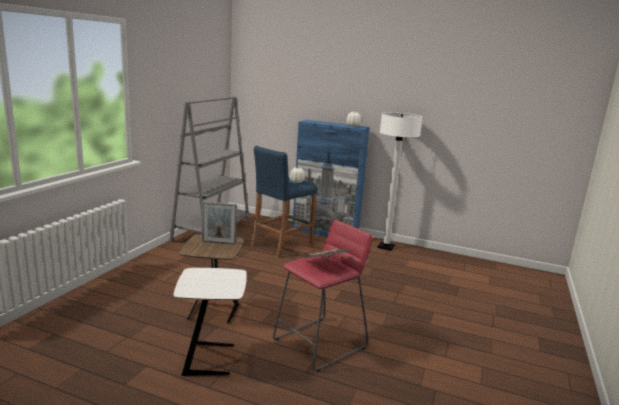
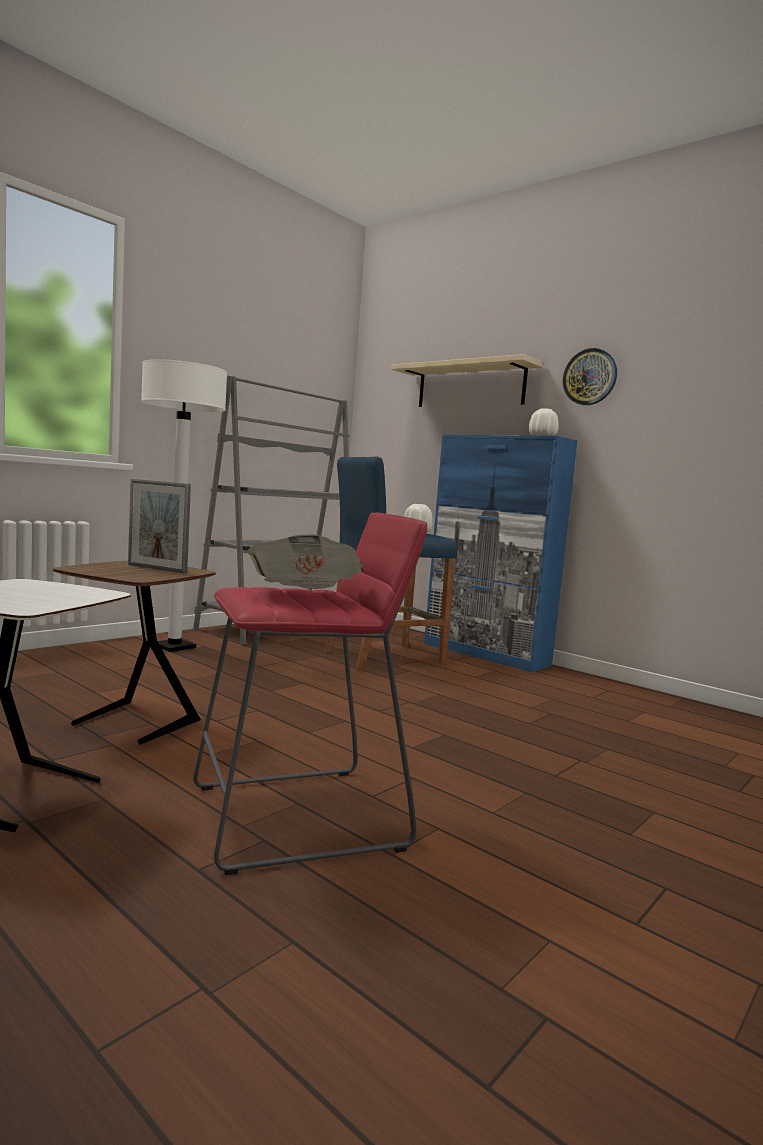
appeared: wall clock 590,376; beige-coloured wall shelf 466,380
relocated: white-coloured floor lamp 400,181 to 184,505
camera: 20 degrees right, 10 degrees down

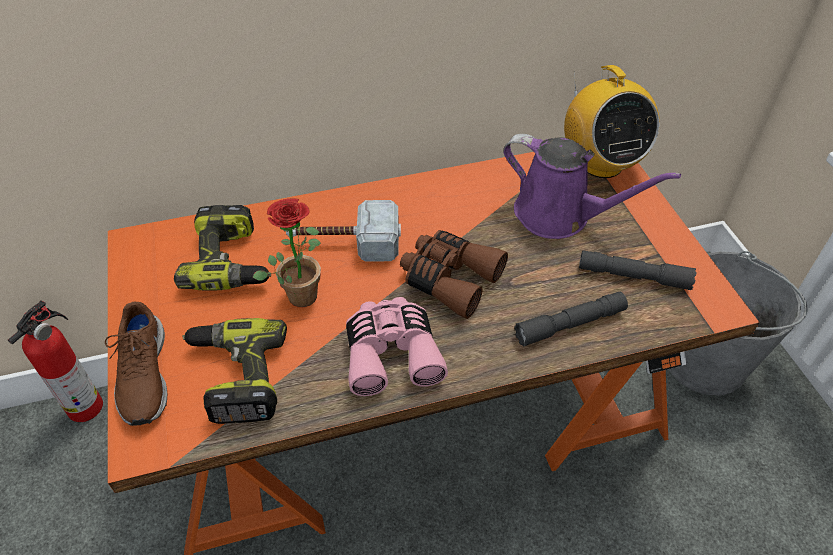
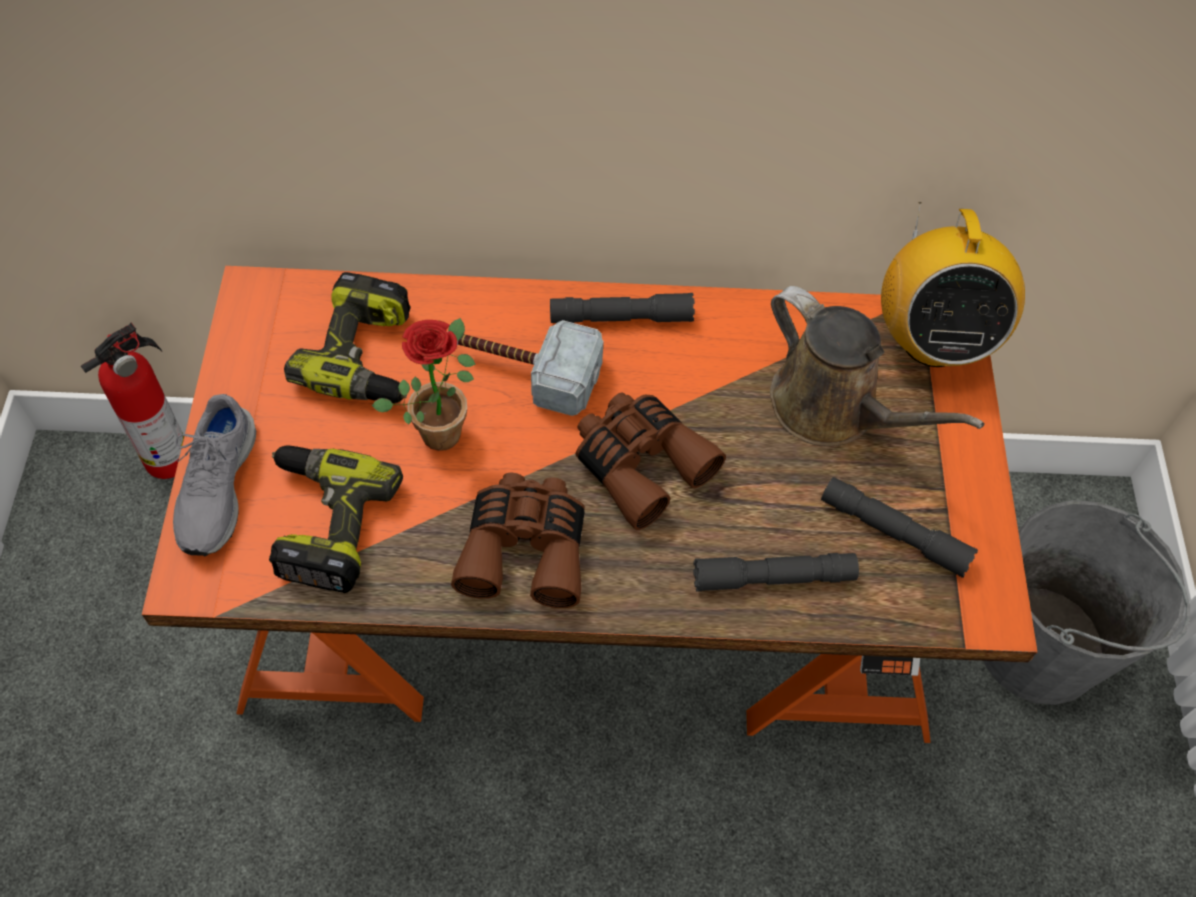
appeared: greyish torch 622,308
colour: purple-coloured watering can 592,186 to brown-coloured watering can 877,366; pinkish pair of binoculars 397,346 to brown-coloured pair of binoculars 518,540; brown-coloured low shoe 136,363 to greyish low shoe 214,475
camera: 15 degrees right, 10 degrees up

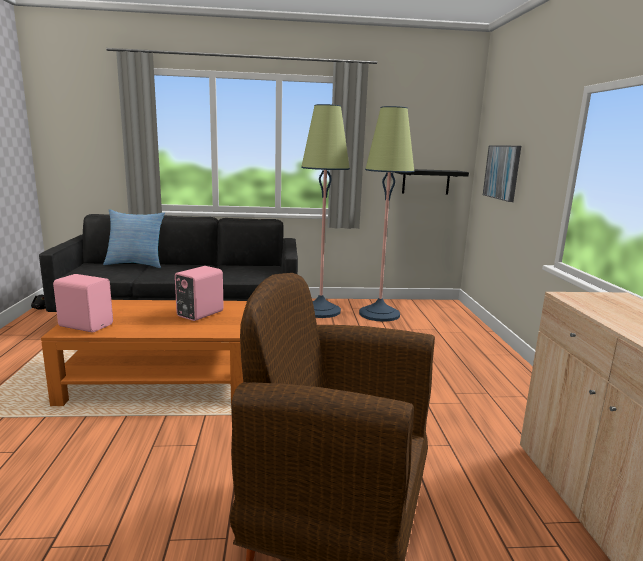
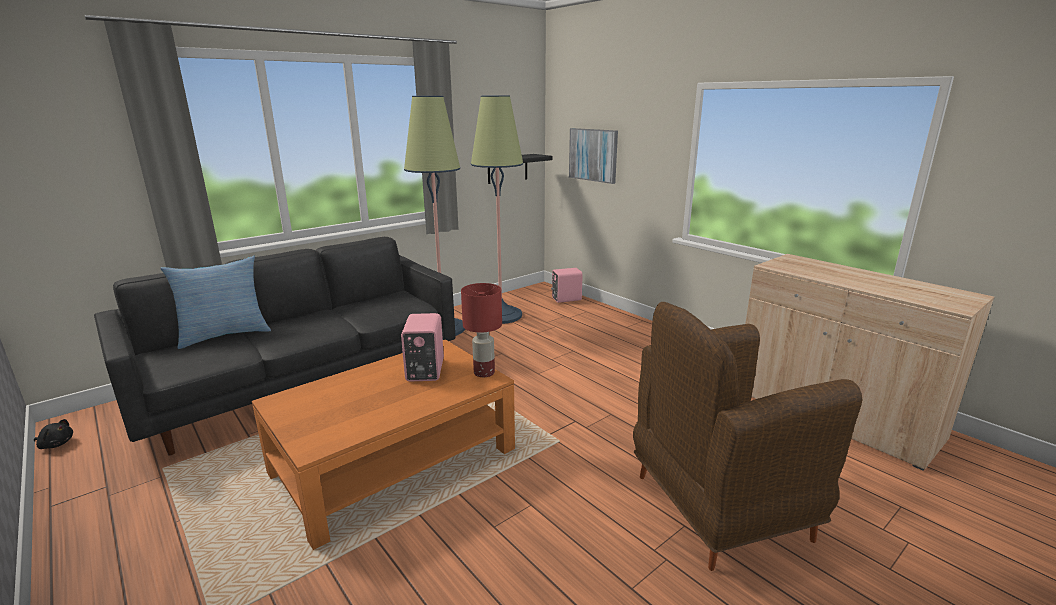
appeared: reddish table lamp 481,330
relocated: pinkish loudspeaker 83,303 to 567,285
camera: 35 degrees left, 5 degrees up

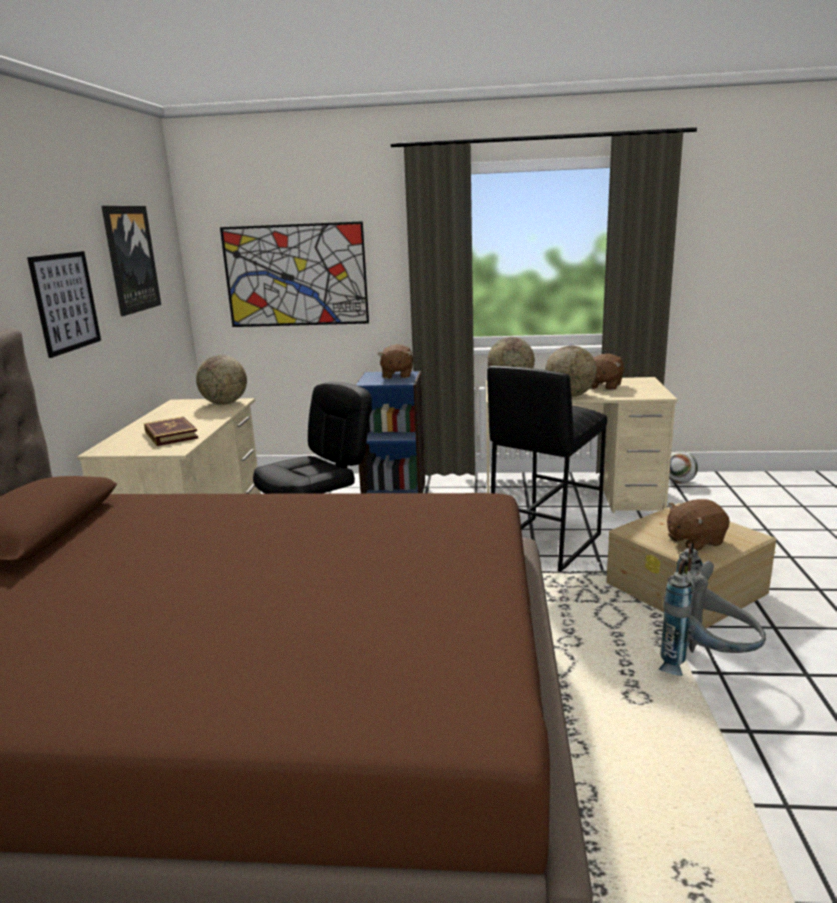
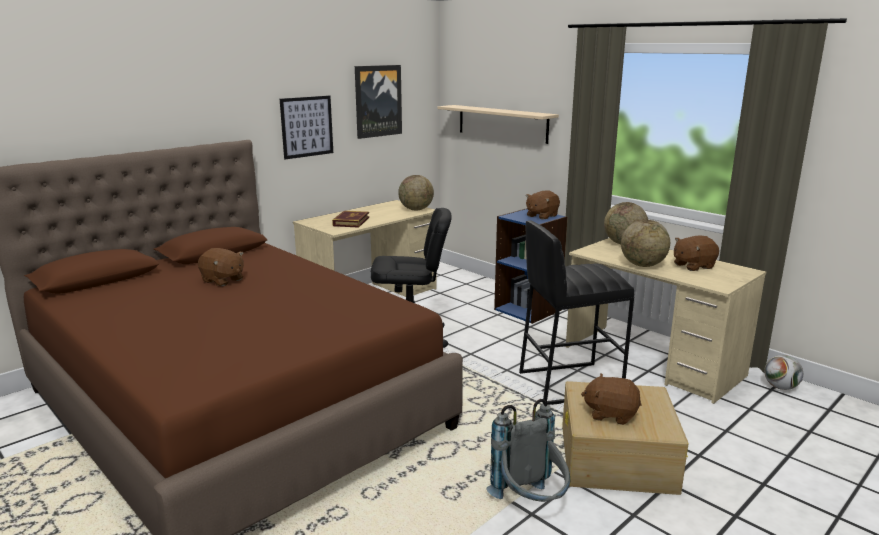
appeared: brown-coloured cuddly toy 221,267
exchanged: picture 294,274 to beige-coloured wall shelf 498,124
camera: 40 degrees right, 0 degrees up

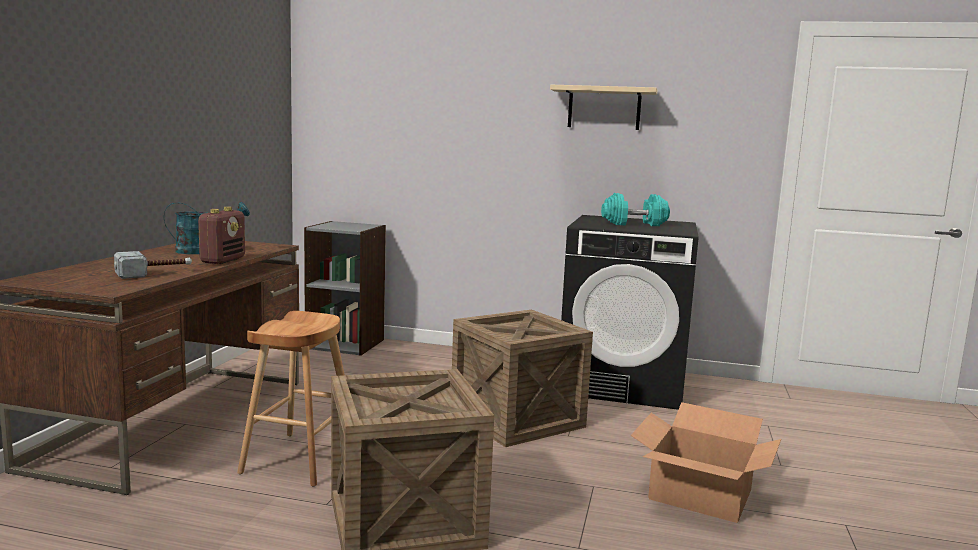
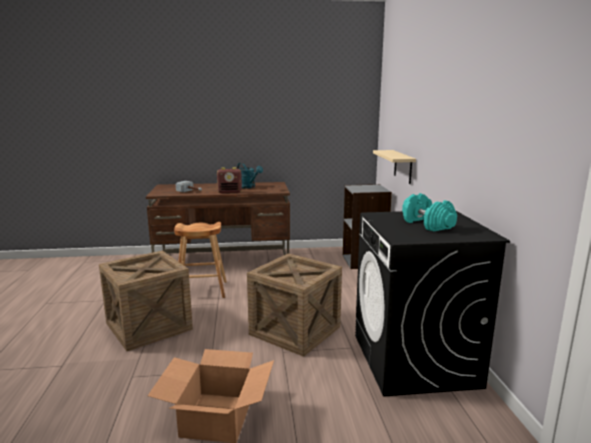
relocated: beige-coloured wall shelf 603,107 to 394,167
camera: 70 degrees right, 5 degrees up

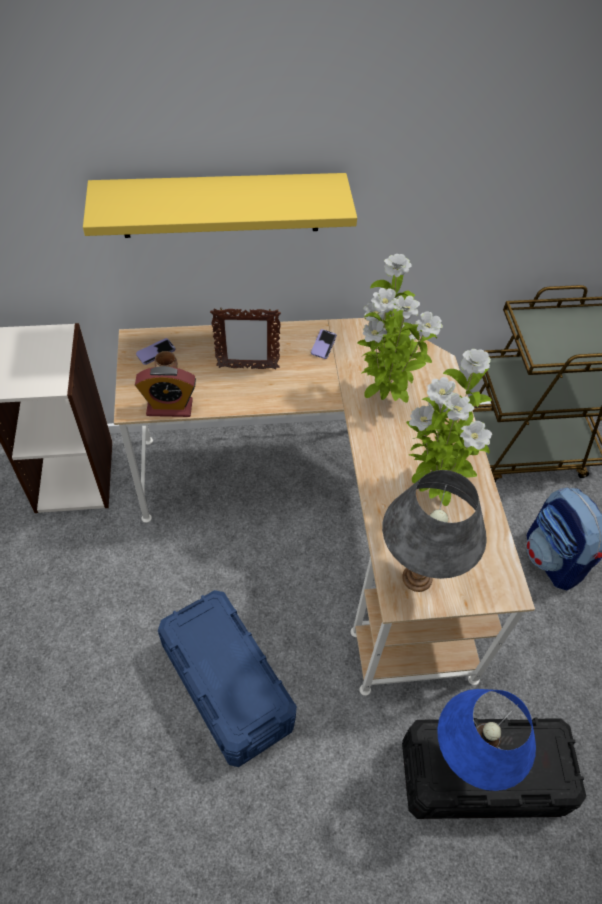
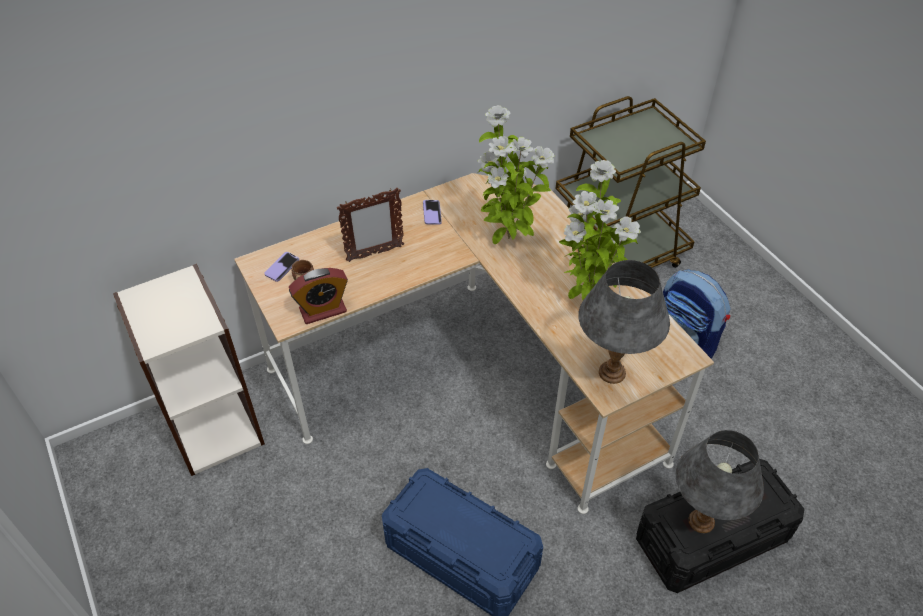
missing: yellowish wall shelf 220,205
colour: bluish table lamp 486,740 to greyish table lamp 720,481
camera: 20 degrees left, 5 degrees down

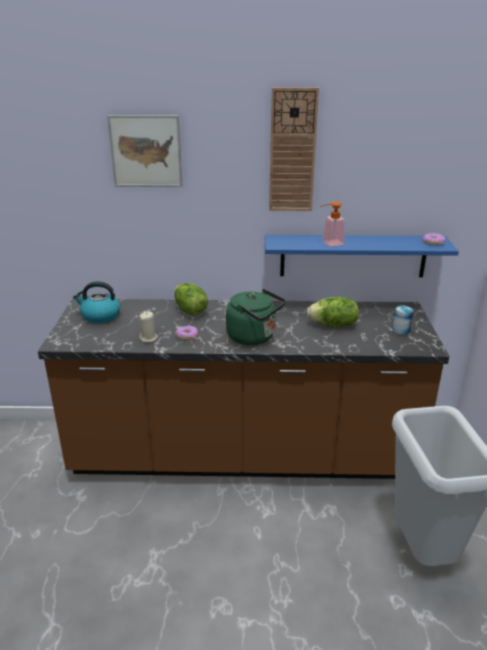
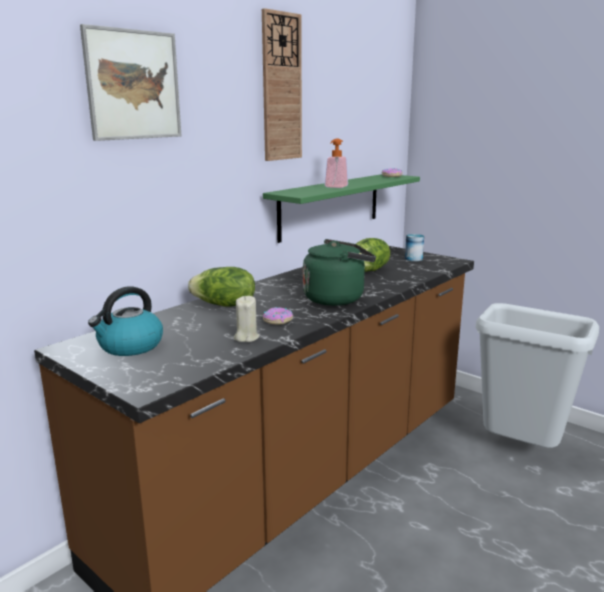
colour: bluish wall shelf 362,256 to green-coloured wall shelf 341,208
camera: 50 degrees left, 10 degrees down

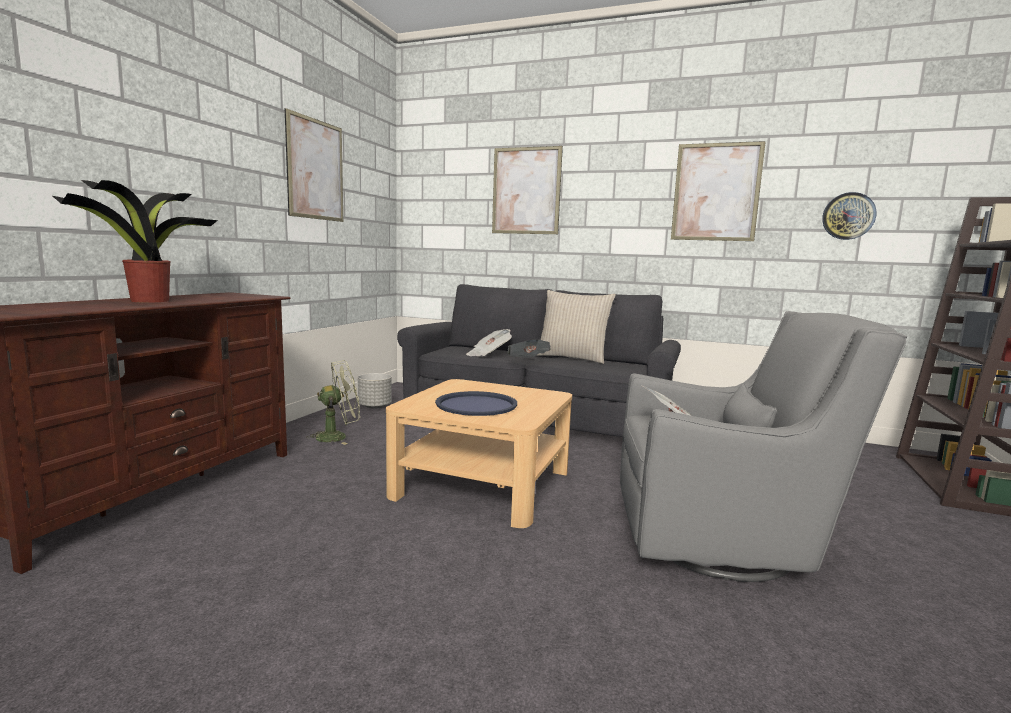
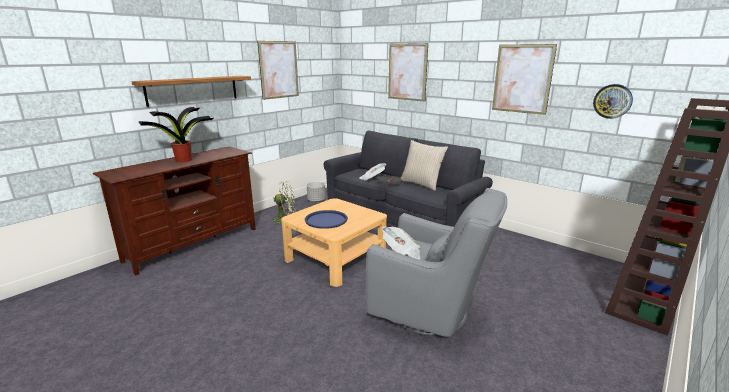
appeared: wall shelf 191,91
camera: 20 degrees right, 10 degrees up

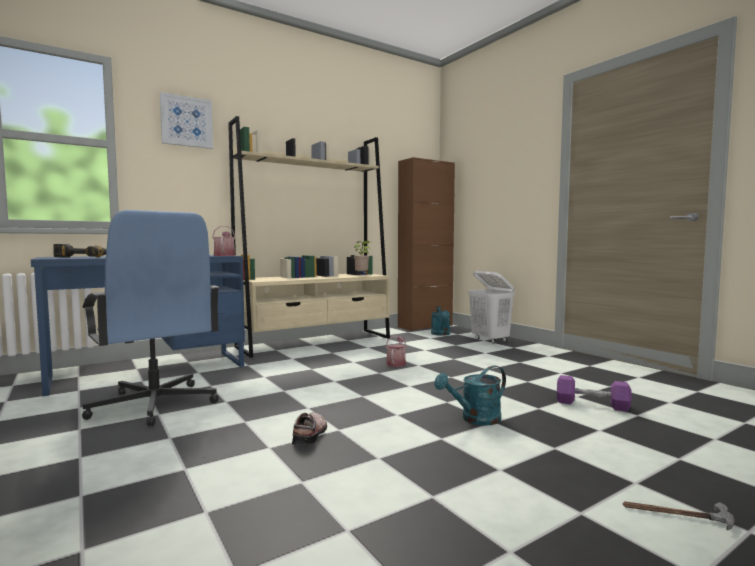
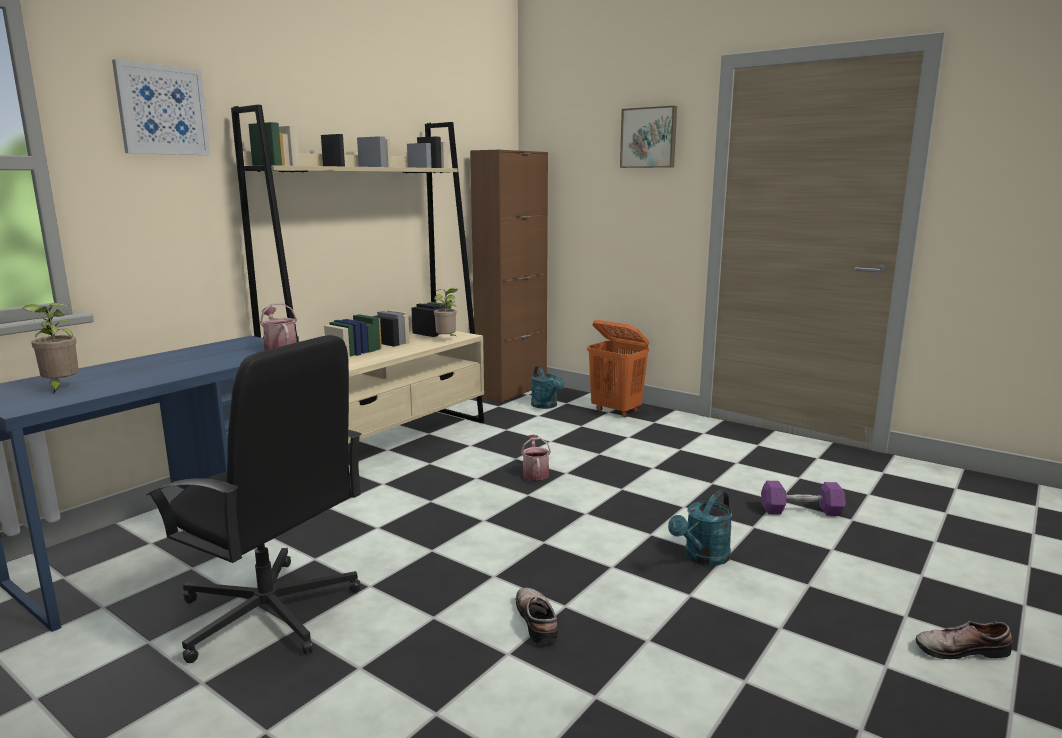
appeared: picture 648,137
exchanged: power drill 80,250 to plant in a pot 50,348; hammer 679,515 to low shoe 963,640
colour: bluish desk chair 151,318 to black desk chair 253,499; white-coloured hamper 491,307 to orangey hamper 618,369
camera: 20 degrees left, 10 degrees up

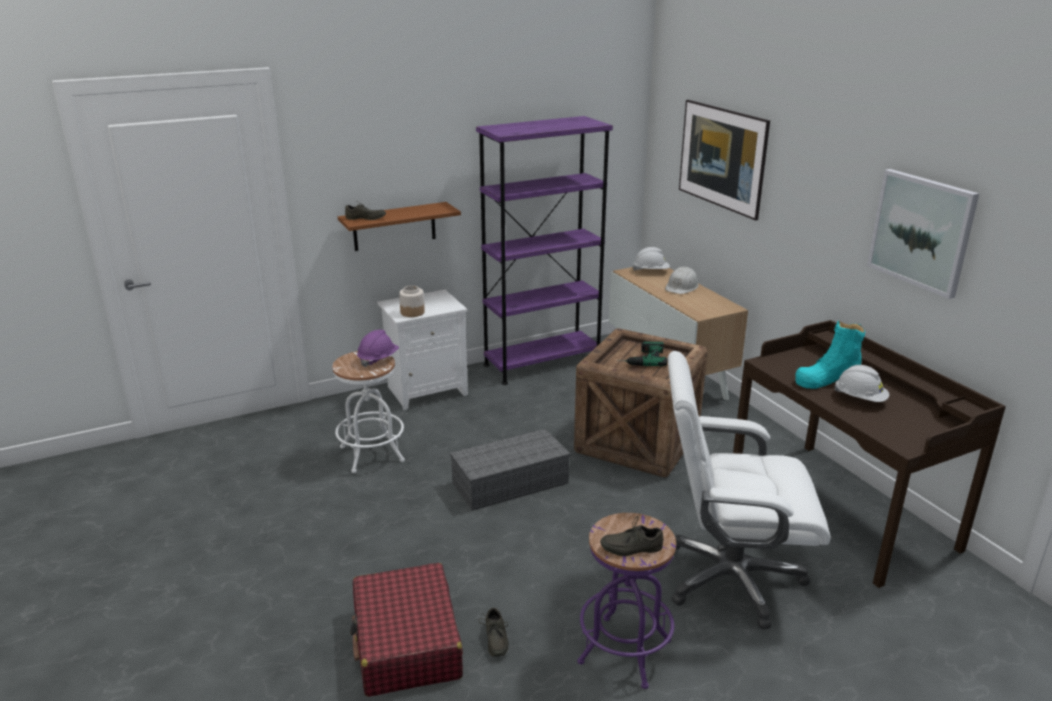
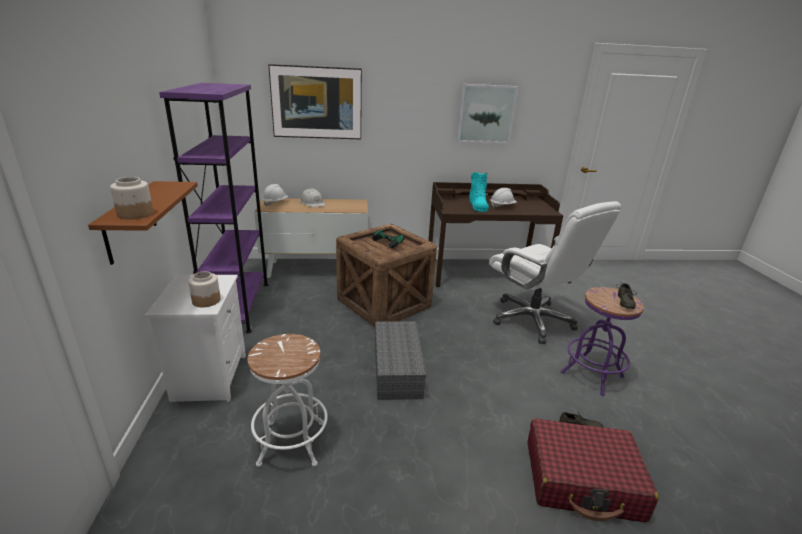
missing: purple-coloured work helmet 378,348
exchanged: greyish low shoe 365,211 to storage jar 132,198
spun: white-coloured desk chair 749,490 = 555,272 60 degrees counterclockwise
camera: 70 degrees left, 0 degrees up

